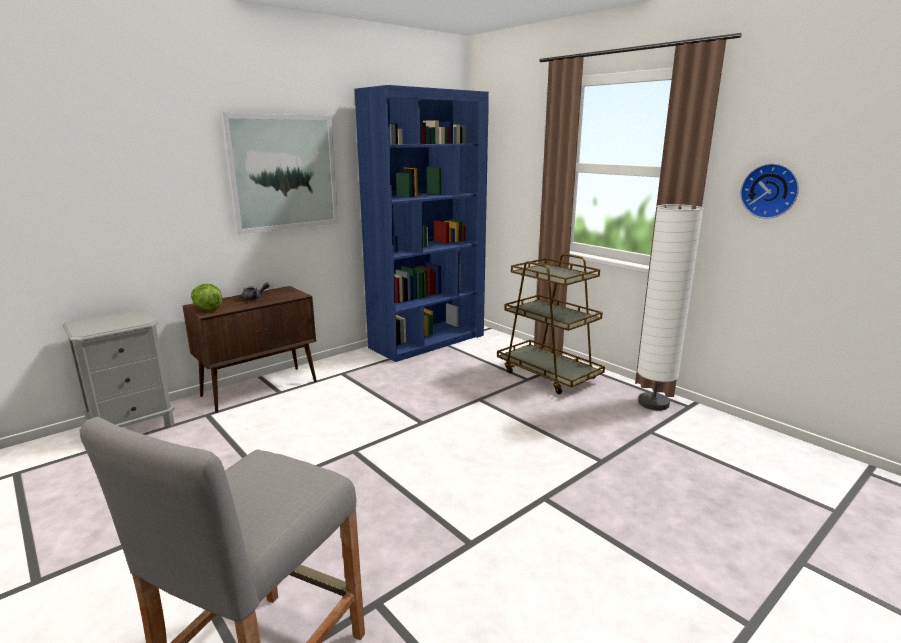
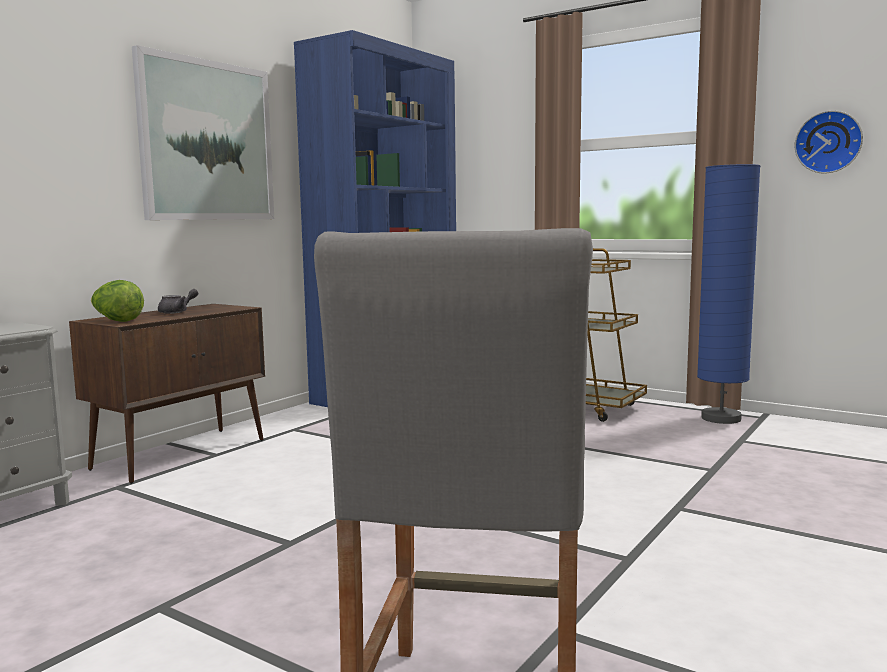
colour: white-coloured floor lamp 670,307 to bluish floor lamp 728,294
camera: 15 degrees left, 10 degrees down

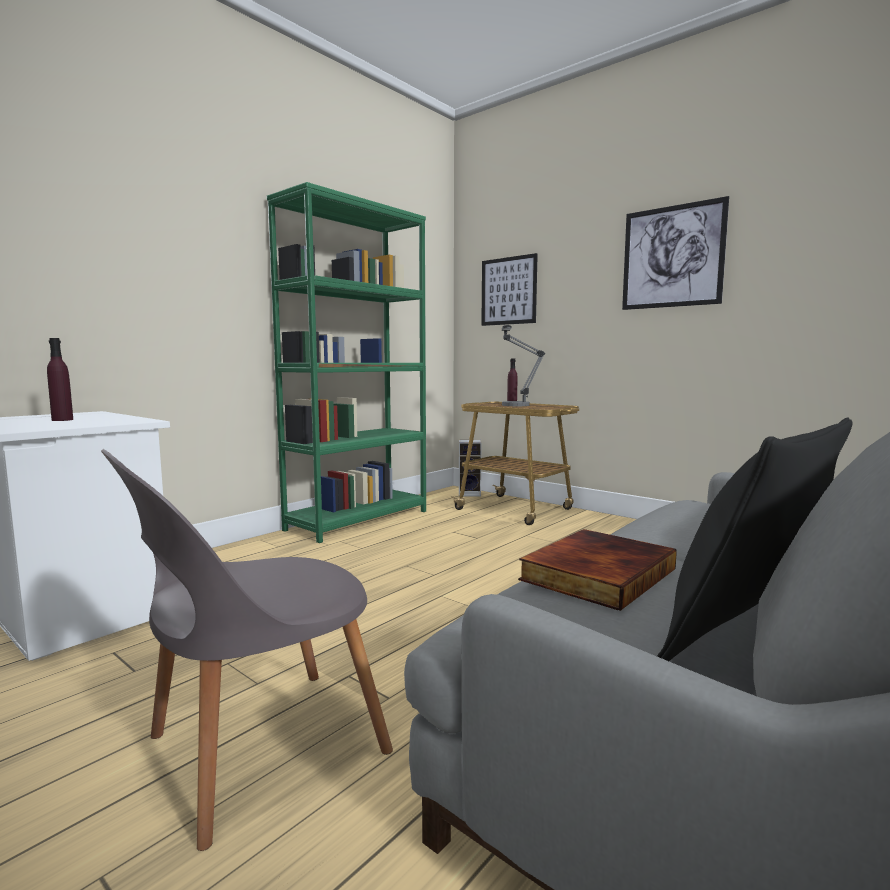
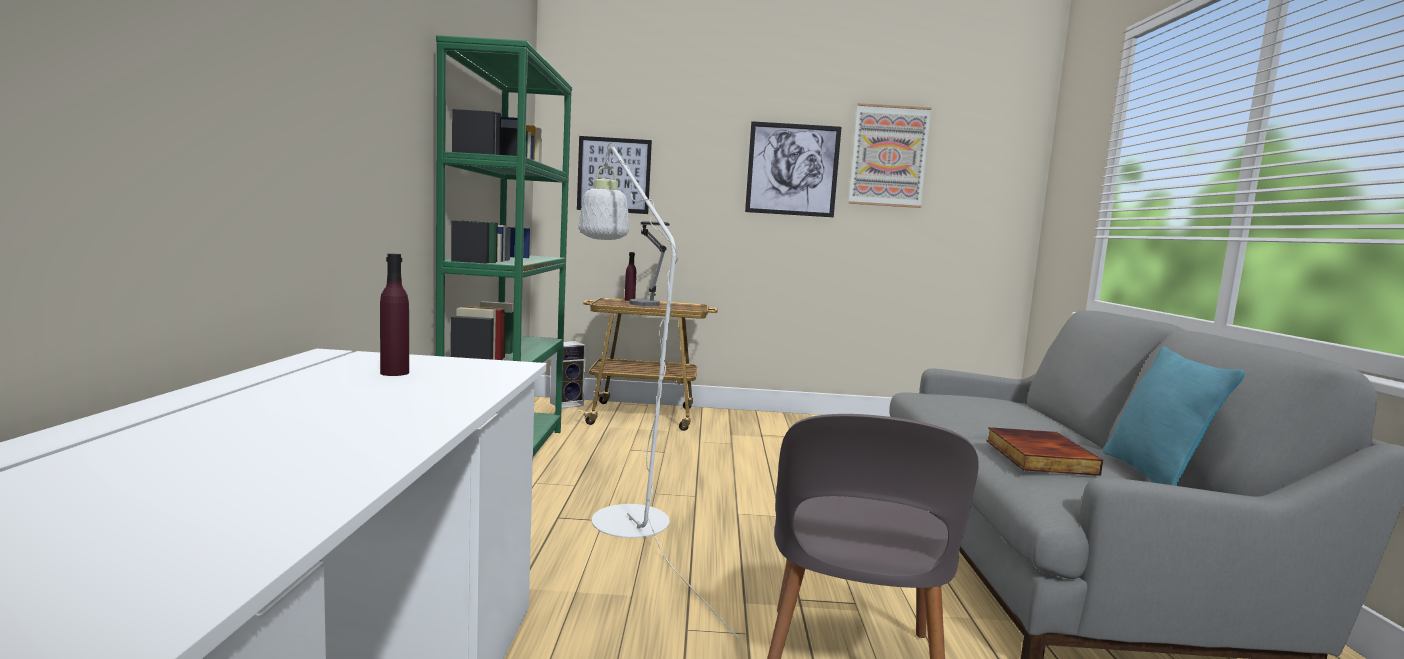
appeared: picture 890,155; white-coloured floor lamp 659,391
colour: black pillow 755,539 to turquoise pillow 1174,416
camera: 40 degrees left, 0 degrees up

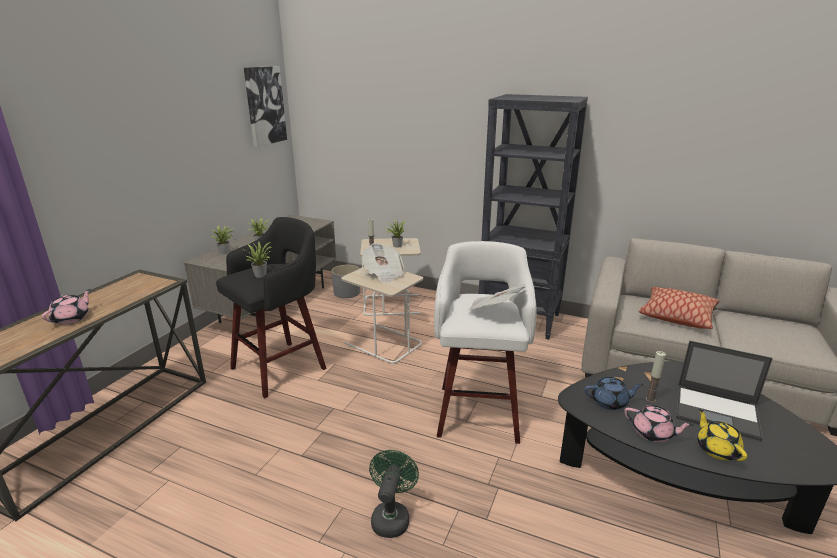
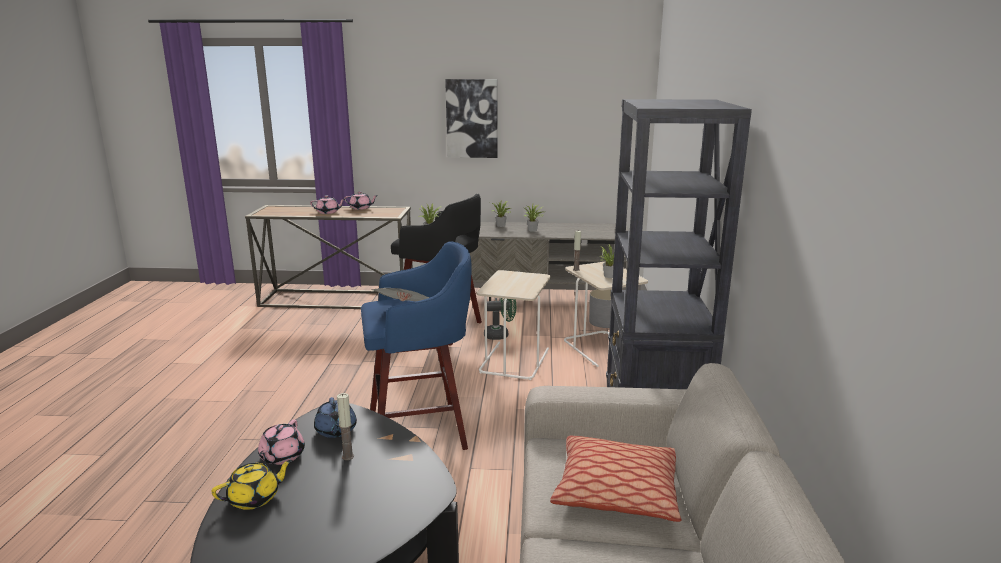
missing: newspaper 383,263; portable computer 724,391
appeared: pinkish teapot 361,200
relocated: picture 265,106 to 471,118; green-coloured fan 394,494 to 500,319
colour: white-coloured sitting stool 485,342 to bluish sitting stool 416,345
camera: 70 degrees right, 5 degrees down

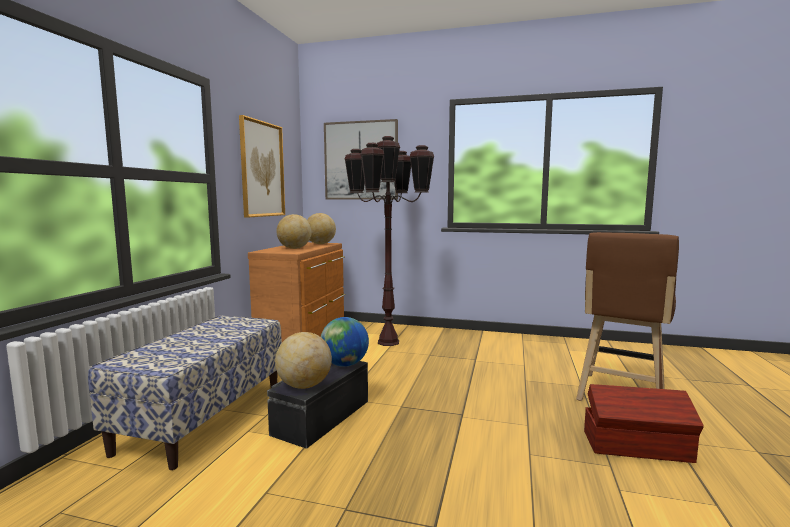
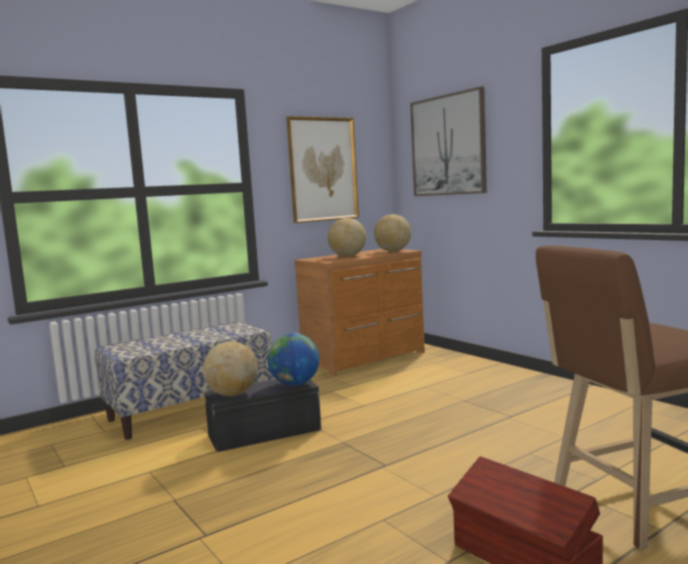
missing: brown-coloured floor lamp 389,241
camera: 40 degrees right, 0 degrees up

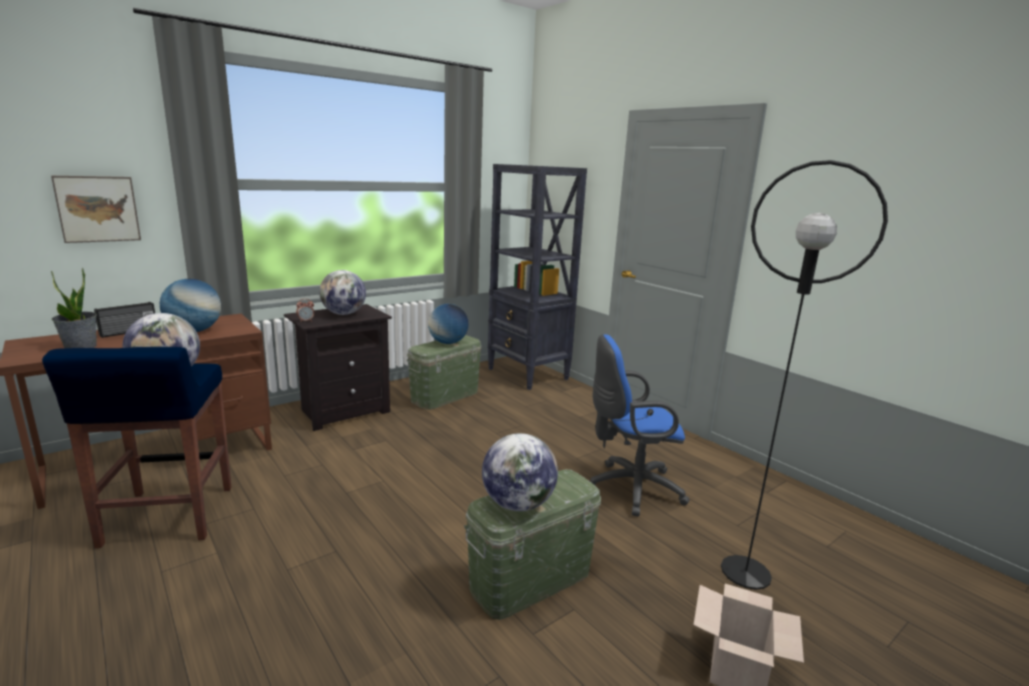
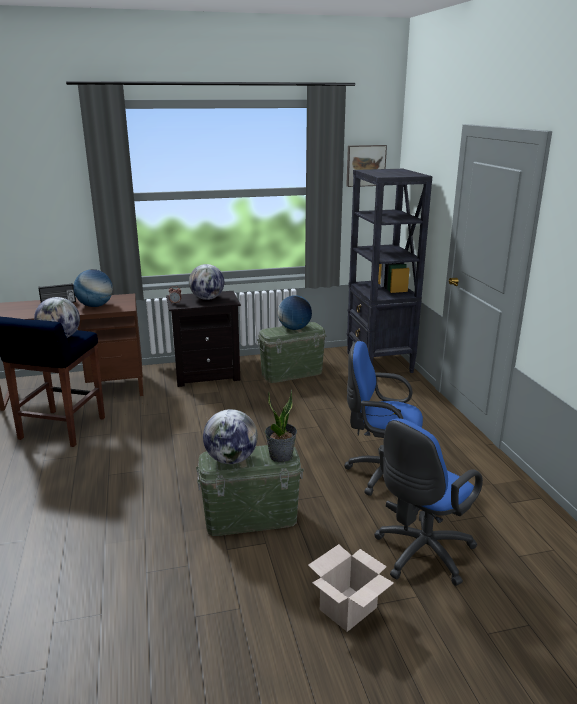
relocated: picture 96,209 to 366,166; plant in a pot 74,307 to 281,425
exchanged: black floor lamp 804,375 to bluish desk chair 428,502
camera: 25 degrees right, 5 degrees up

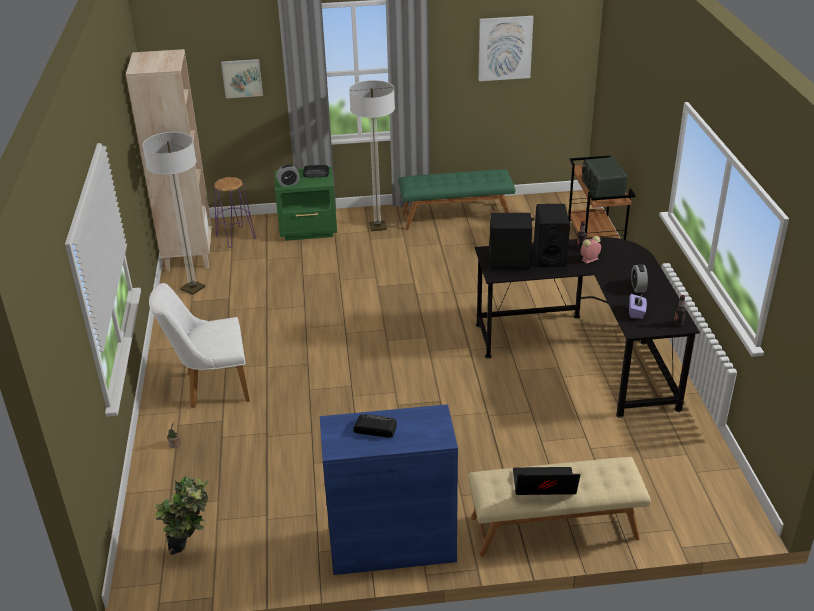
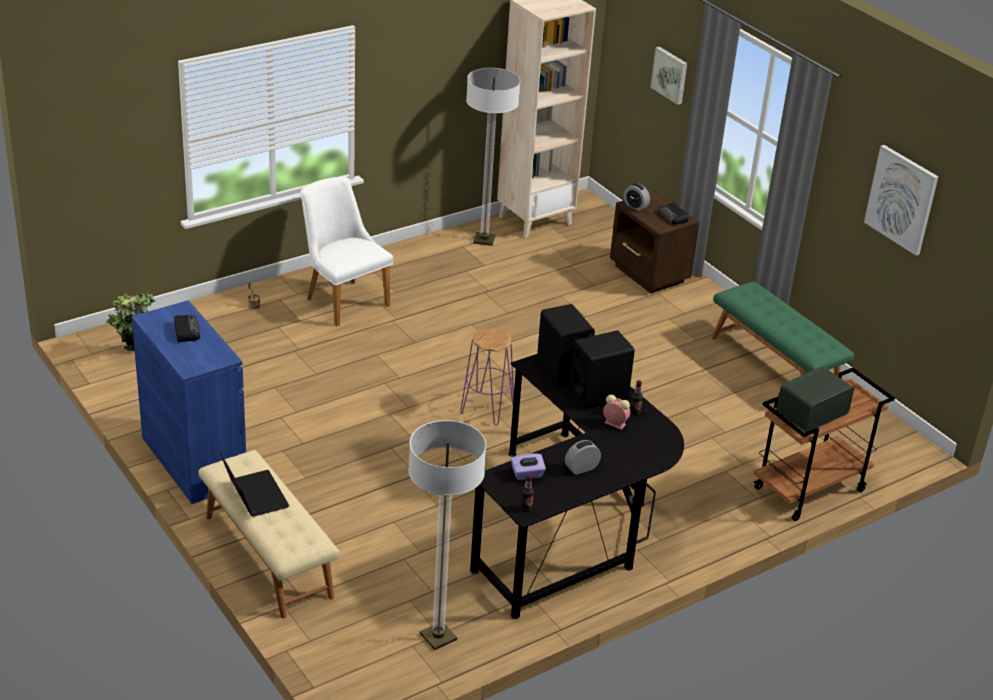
relocated: floor lamp 372,155 to 447,535; purple-coloured sitting stool 235,212 to 487,376
colour: green-coloured nightstand 306,204 to brown-coloured nightstand 655,242
camera: 60 degrees right, 0 degrees up

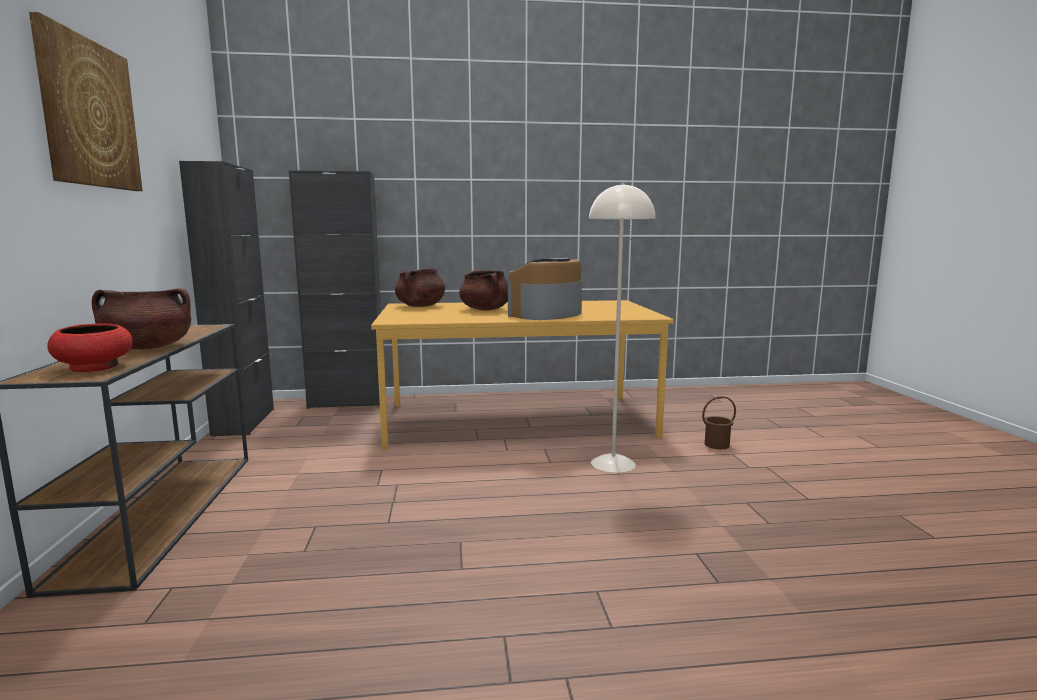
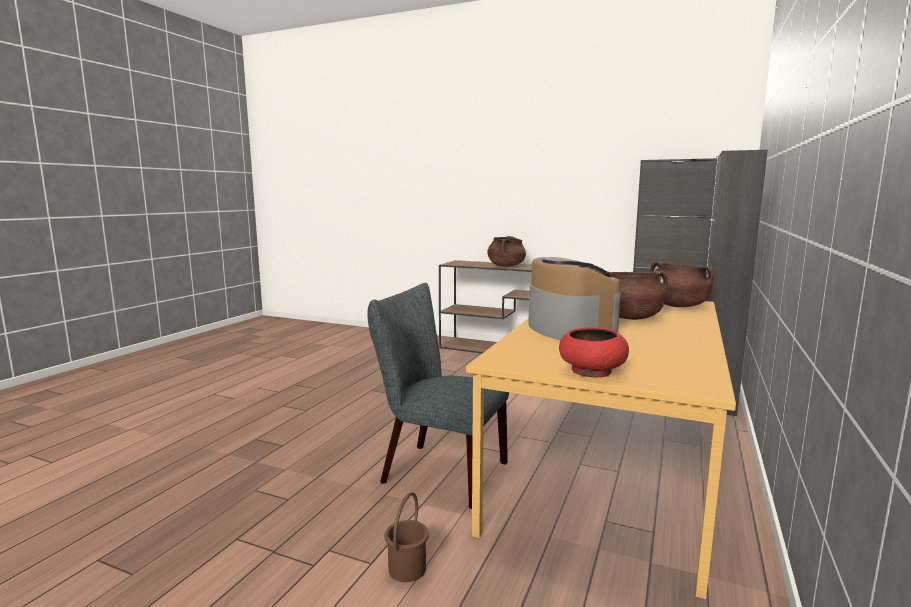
missing: picture 86,101
relocated: reddish bowl 90,347 to 594,352
exchanged: beige-coloured floor lamp 622,328 to greyish upright chair 438,396
camera: 120 degrees right, 0 degrees up

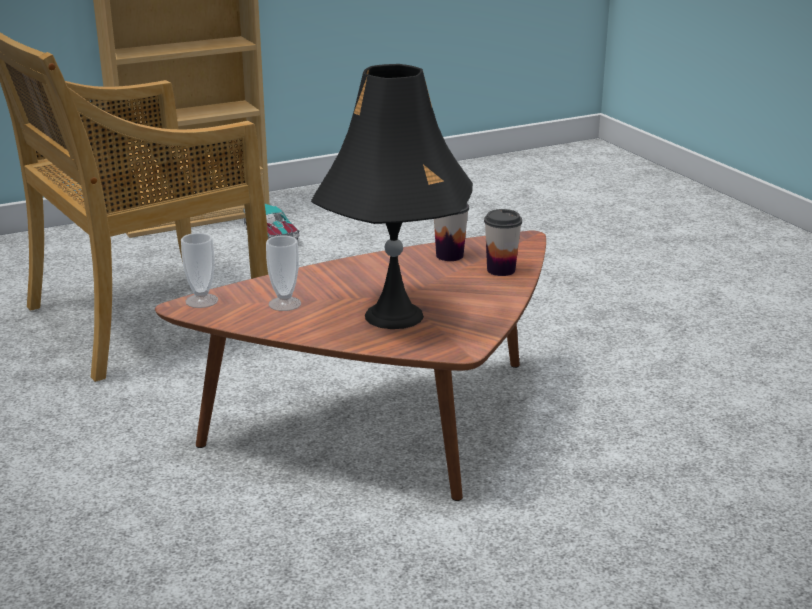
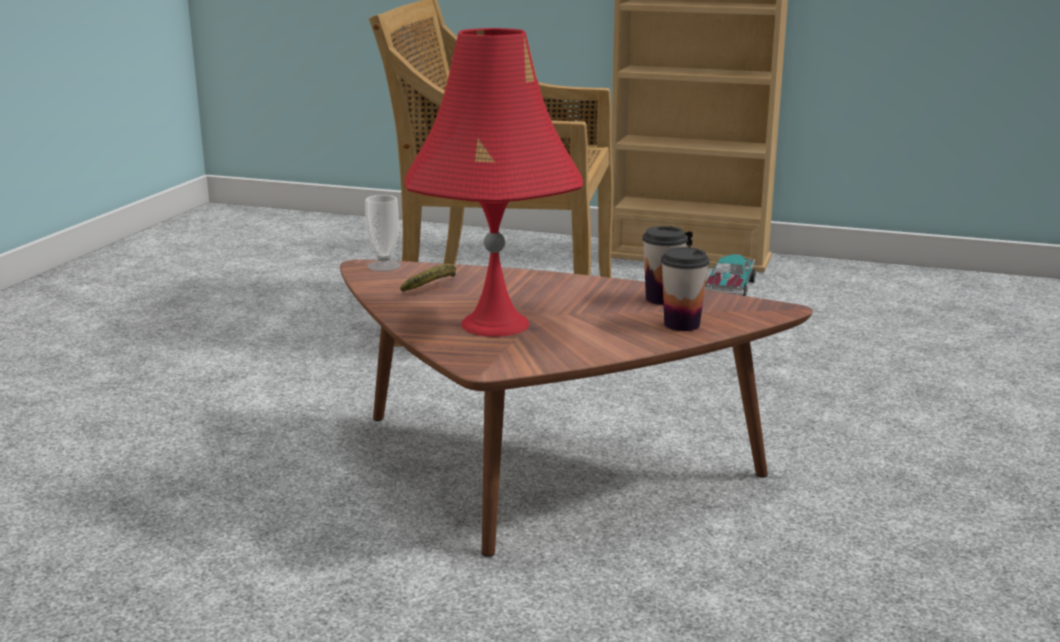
exchanged: drinking cup 283,273 to banana fruit 428,278
colour: black table lamp 392,196 to reddish table lamp 494,182
camera: 45 degrees right, 5 degrees down

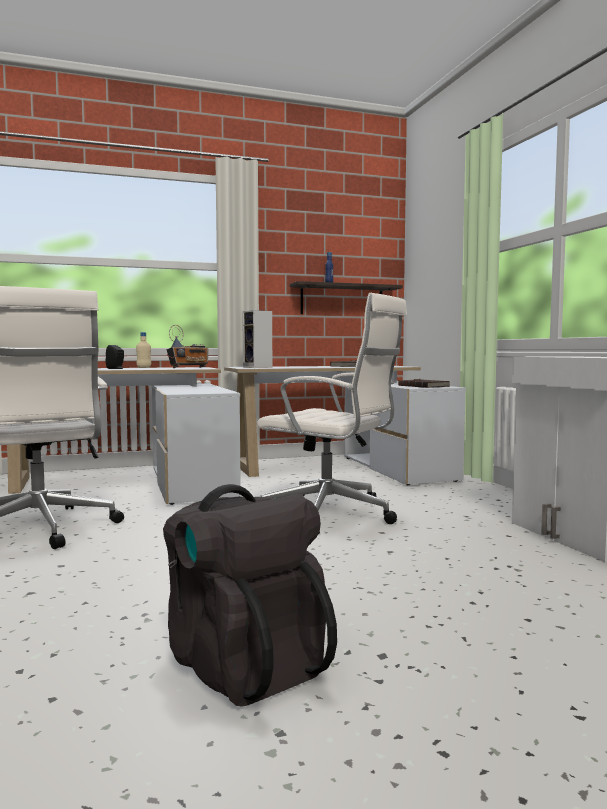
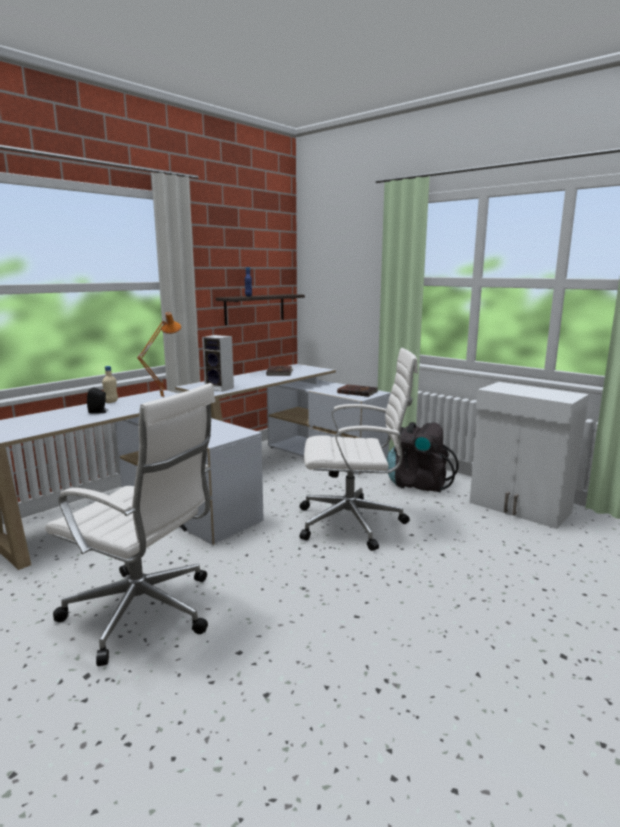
relocated: black knapsack 250,595 to 422,457
exchanged: radio receiver 187,346 to orangey table lamp 159,355
camera: 30 degrees left, 10 degrees up

